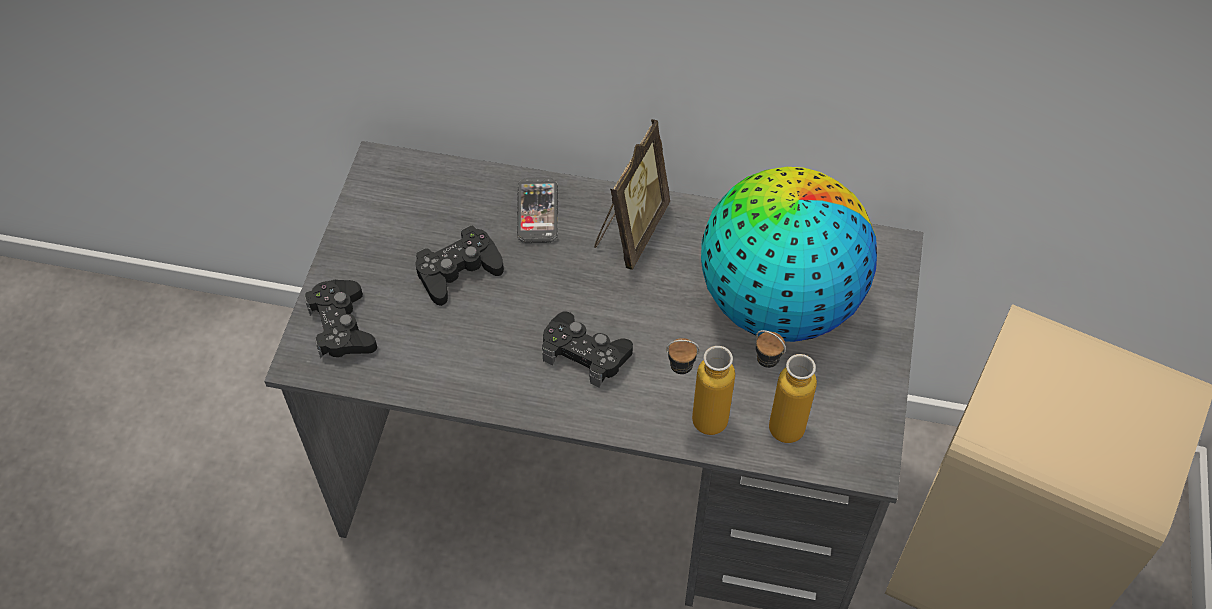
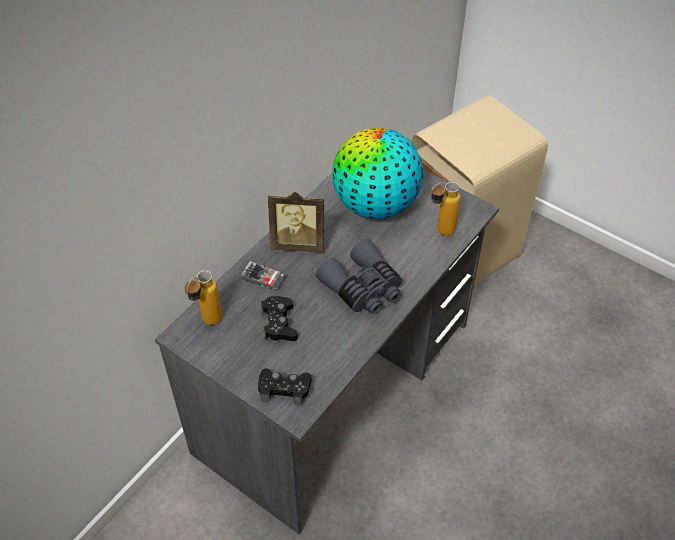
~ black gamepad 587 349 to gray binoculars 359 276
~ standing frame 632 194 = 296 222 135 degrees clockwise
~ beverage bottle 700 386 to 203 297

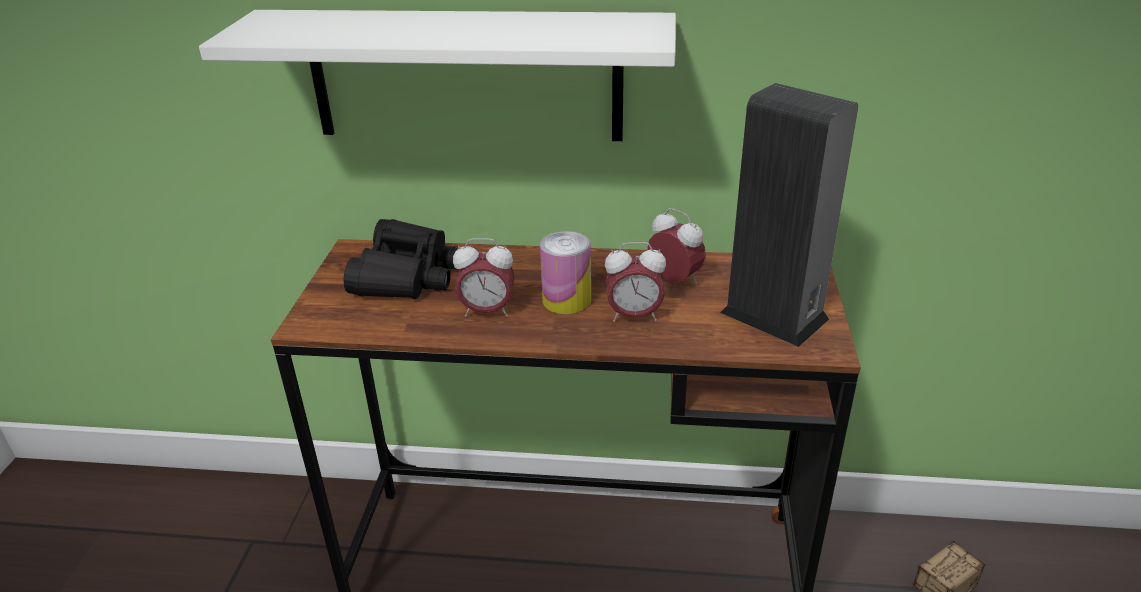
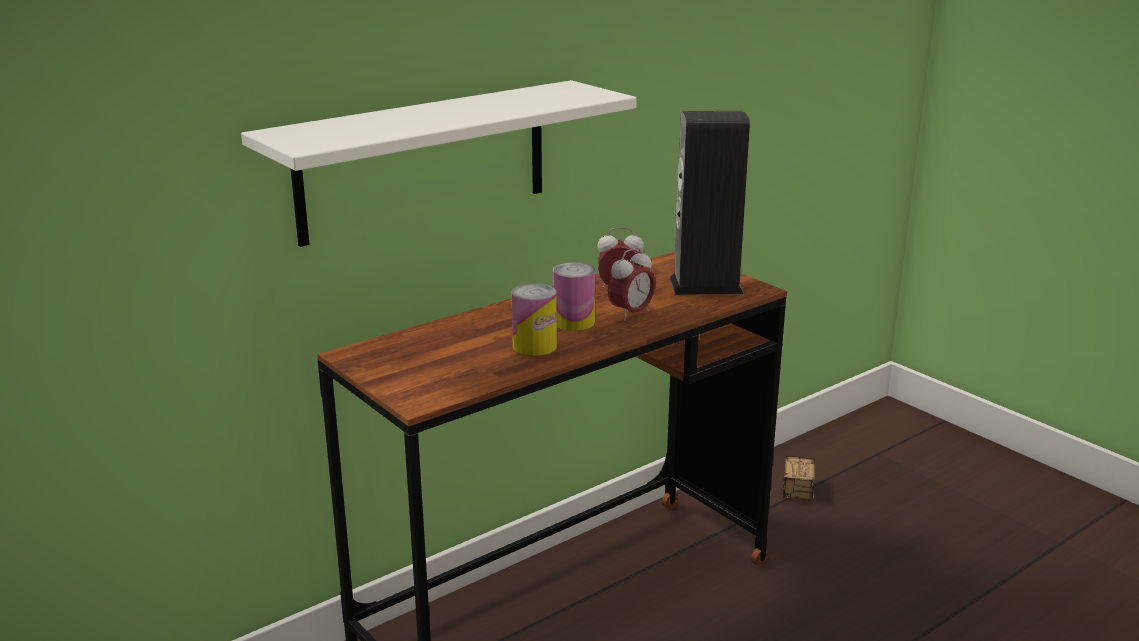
- black binoculars 401 259
~ bedside clock 484 277 to can 534 319

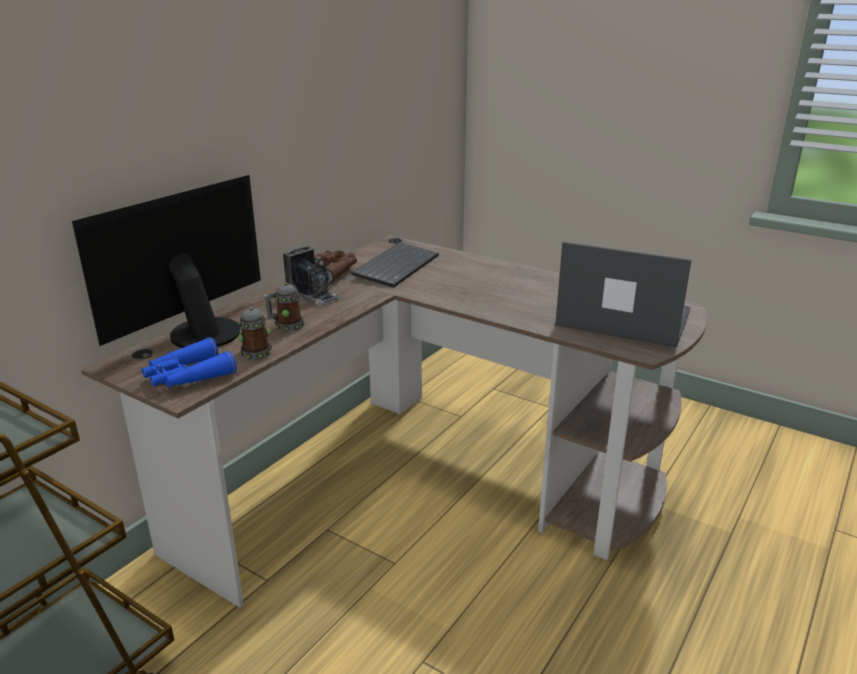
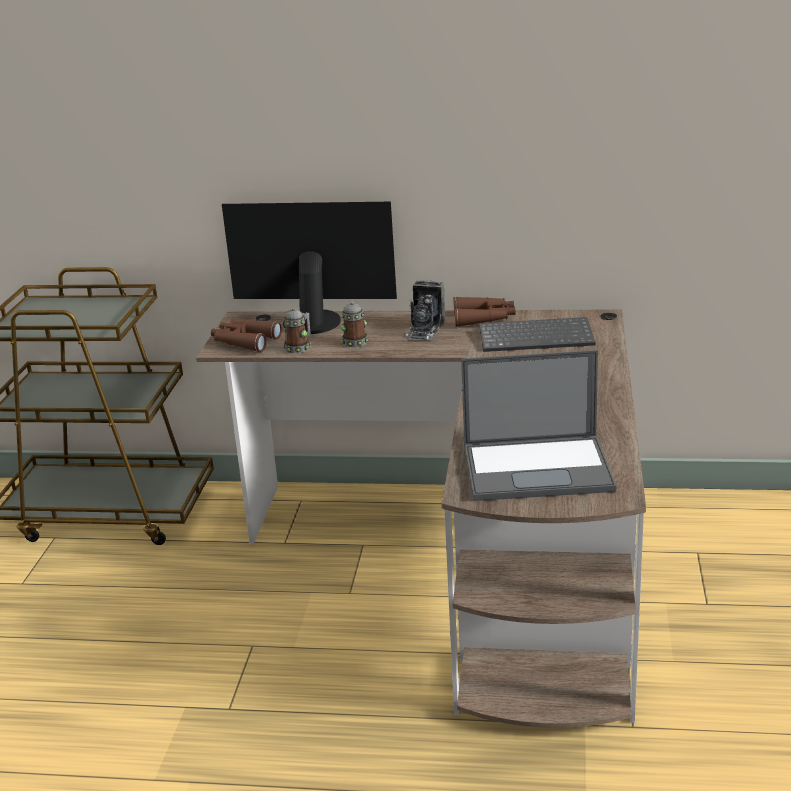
~ blue binoculars 189 362 to brownish binoculars 246 336
~ notebook computer 623 295 = 538 425 90 degrees clockwise

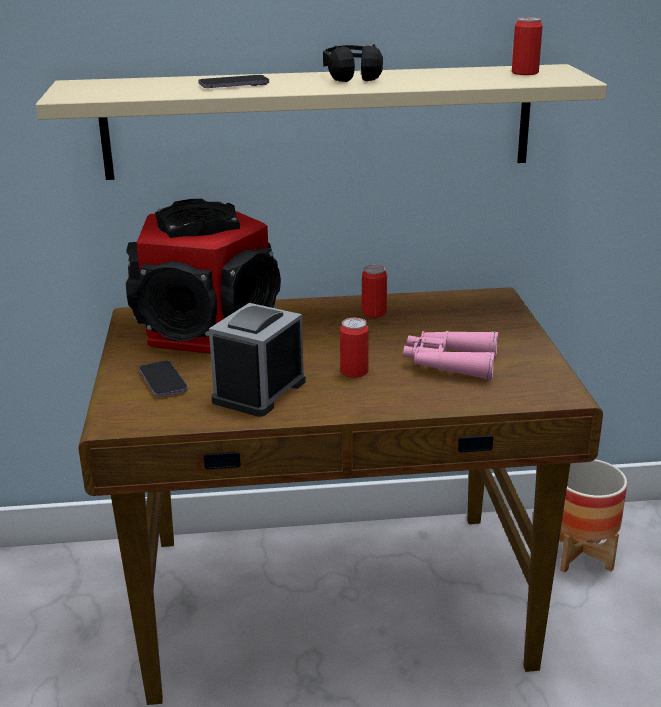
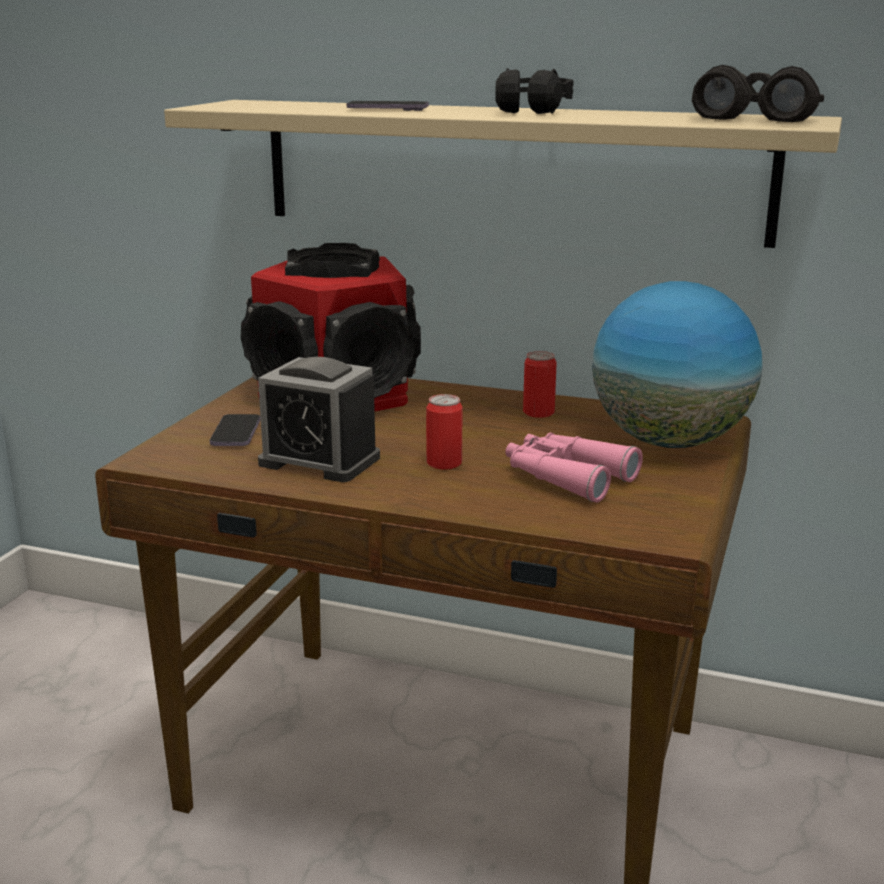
~ bedside clock 257 360 = 319 419 120 degrees counterclockwise
~ can 527 46 to black binoculars 758 93
- flower pot 593 516
+ world globe 677 364

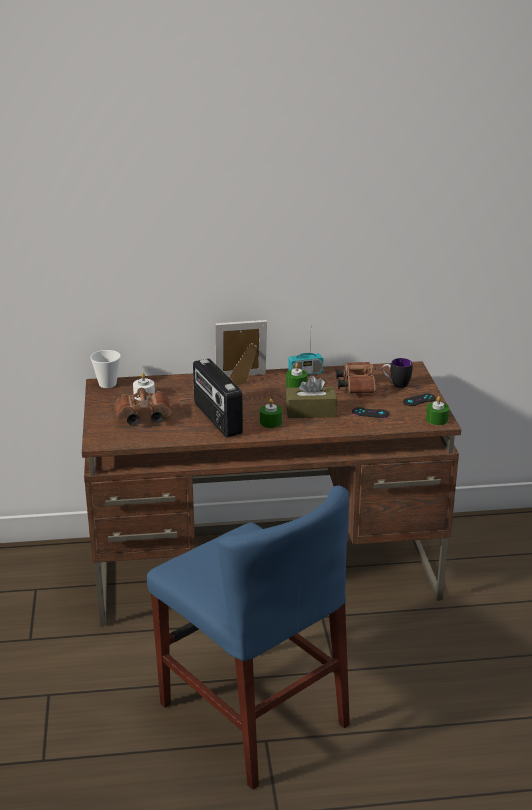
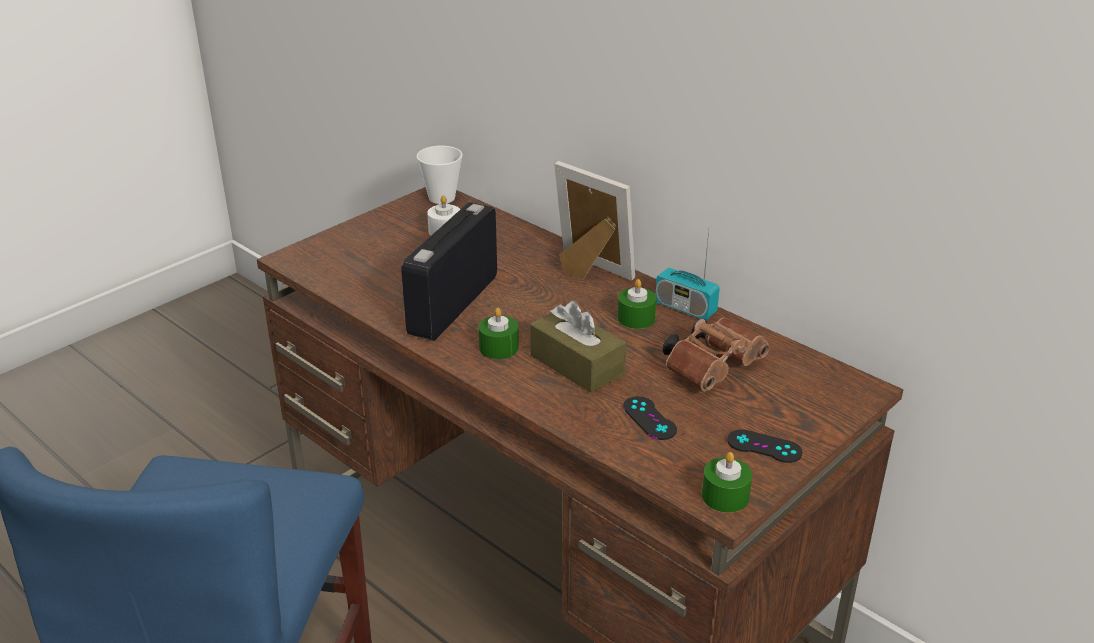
- brownish binoculars 143 407
- coffee mug 397 373

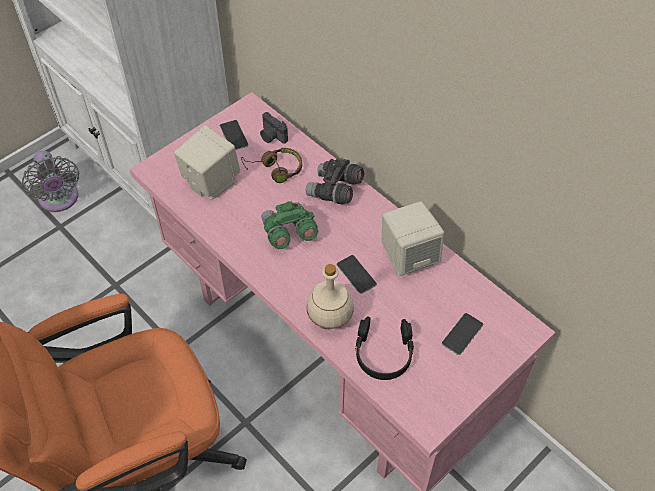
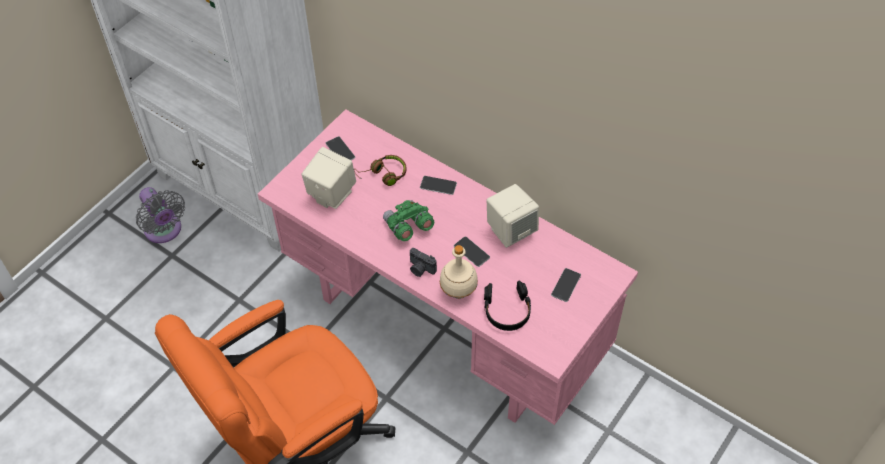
~ photo camera 274 128 to 423 262
~ gray binoculars 335 181 to handset 438 185

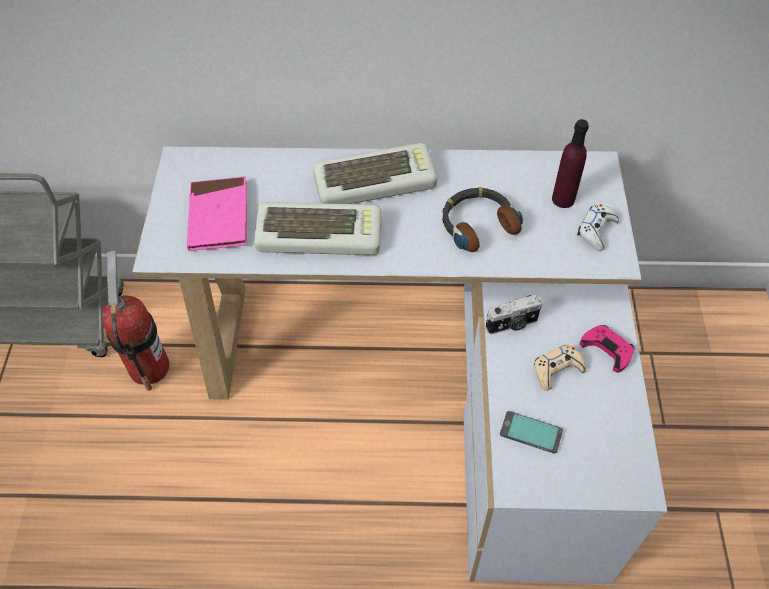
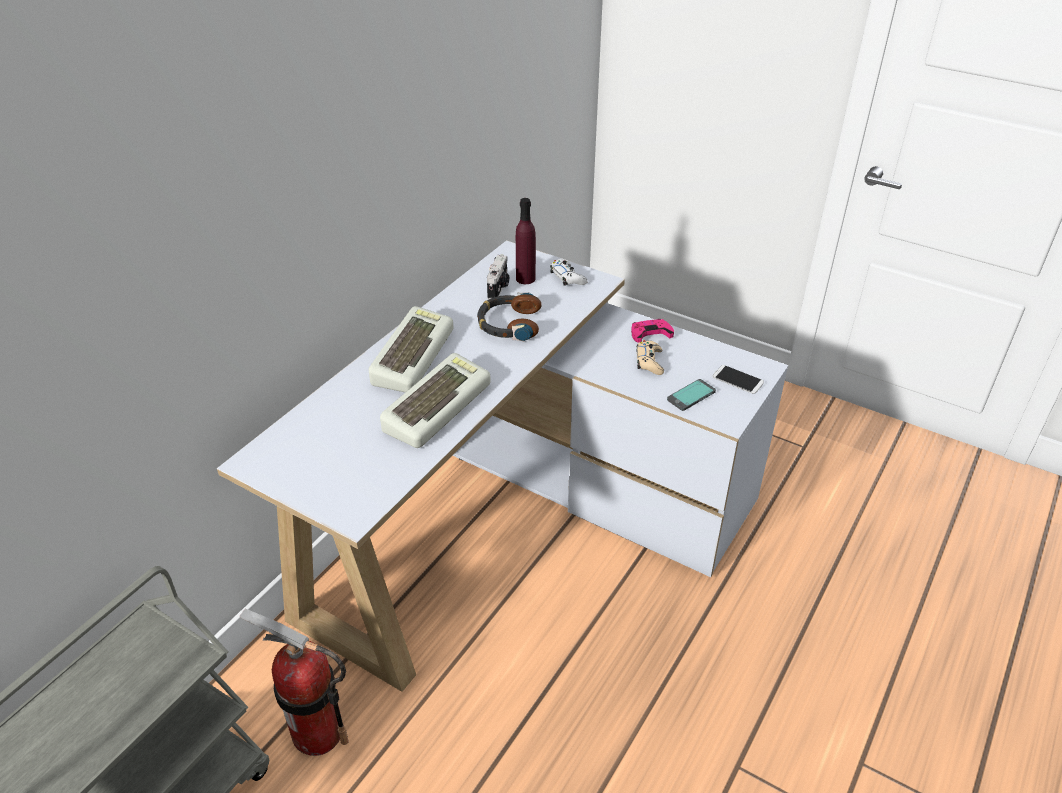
- pink-coloured volume 217 213
~ photo camera 514 315 to 498 277
+ handset 738 379

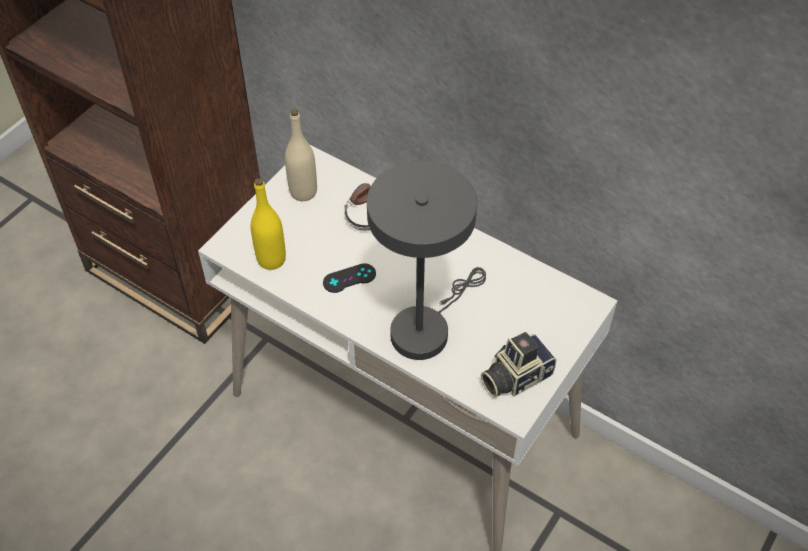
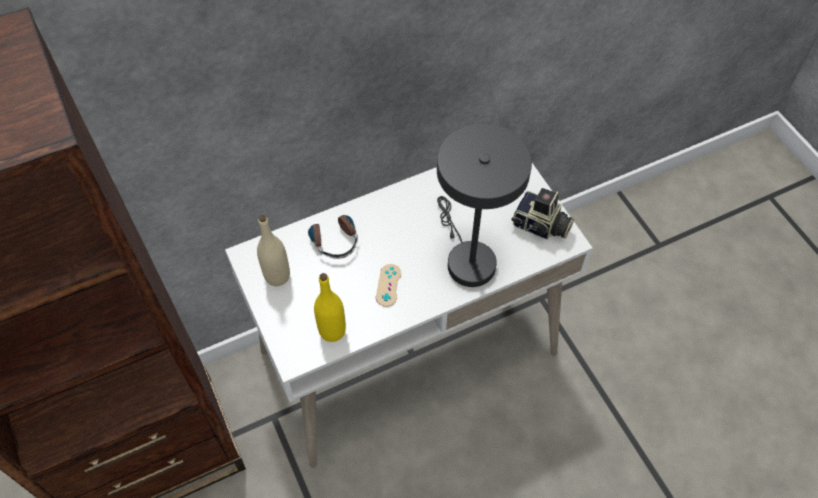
~ black gamepad 349 278 to beige gamepad 388 285
~ photo camera 519 364 = 542 214 60 degrees counterclockwise

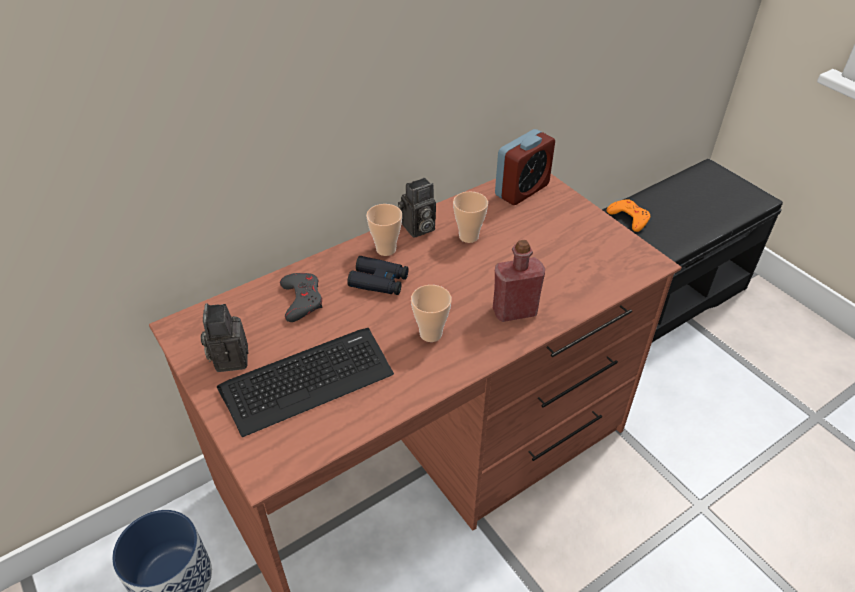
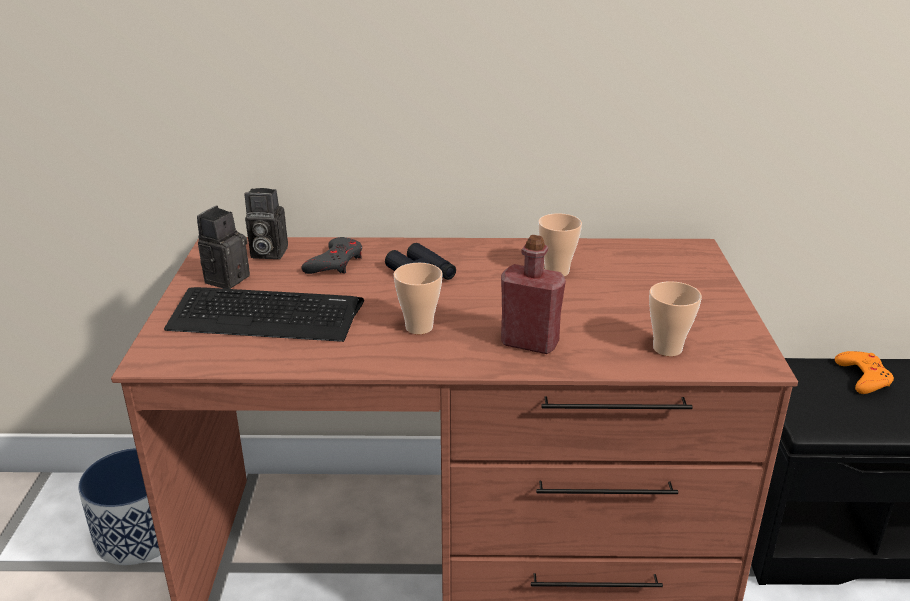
~ cup 384 230 to 675 318
~ photo camera 417 207 to 266 223
- bedside clock 525 167

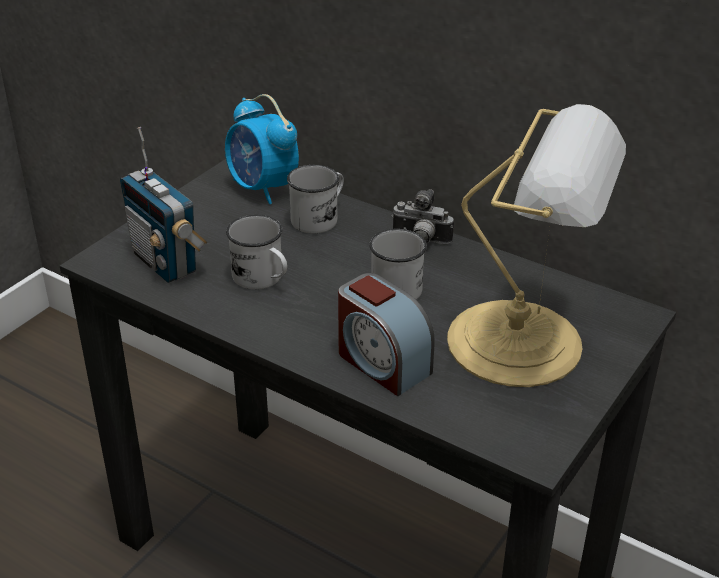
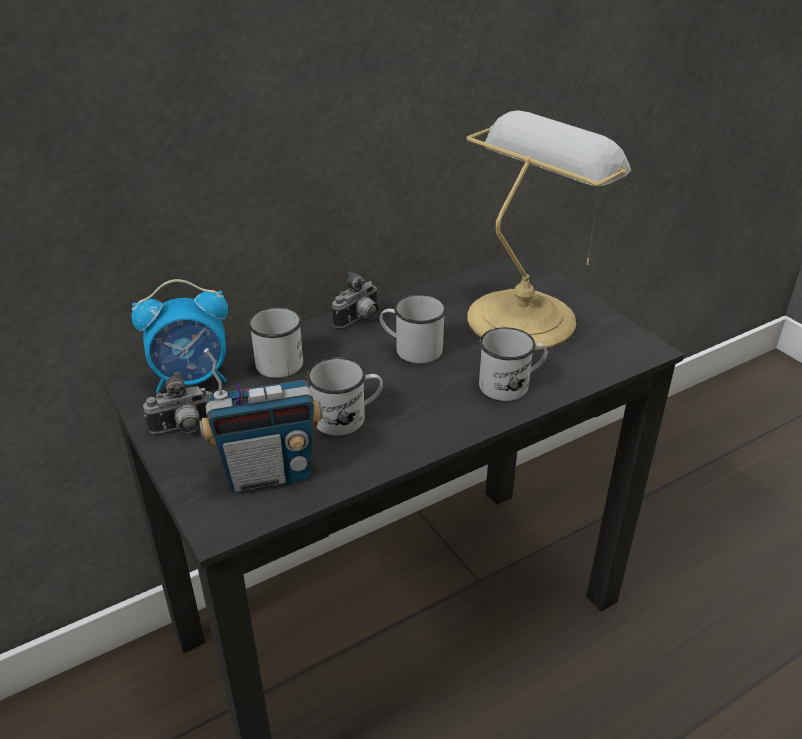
~ bedside clock 386 334 to white-coloured coffee mug 513 364
+ photo camera 177 403

